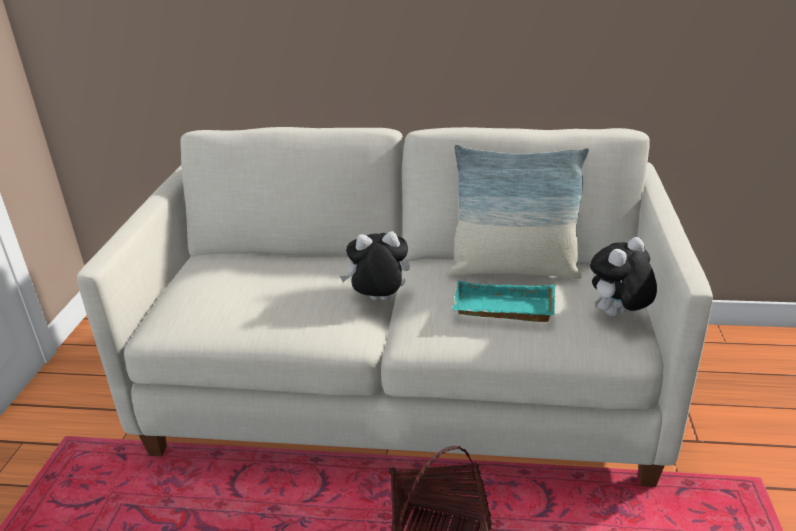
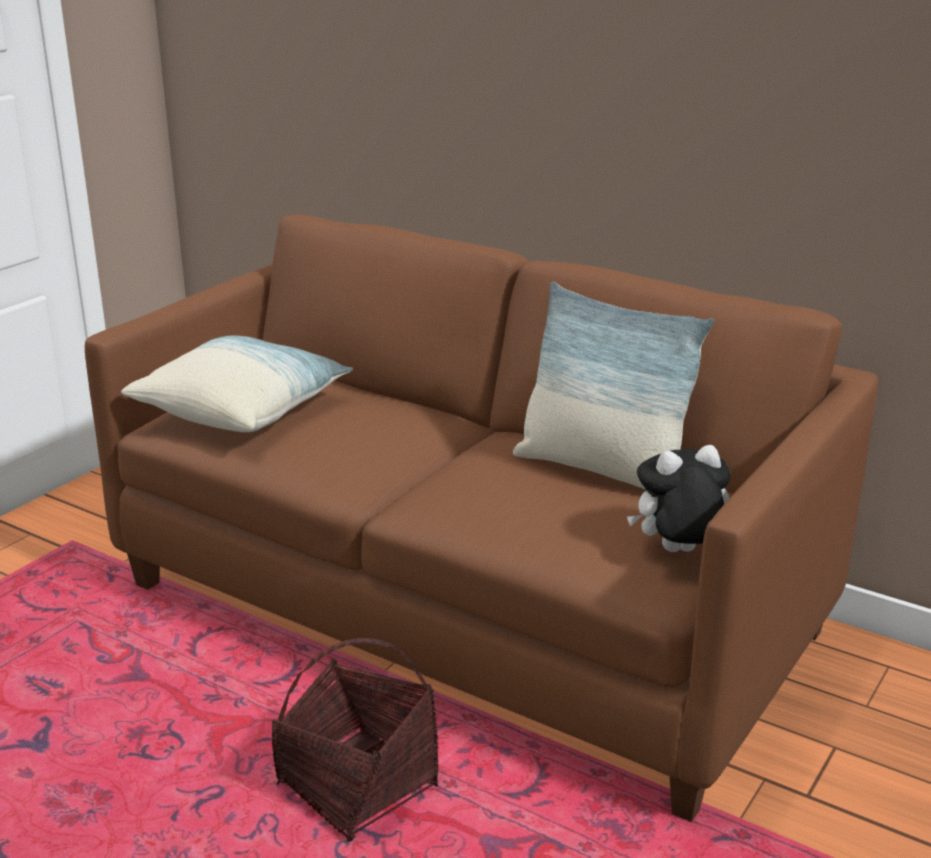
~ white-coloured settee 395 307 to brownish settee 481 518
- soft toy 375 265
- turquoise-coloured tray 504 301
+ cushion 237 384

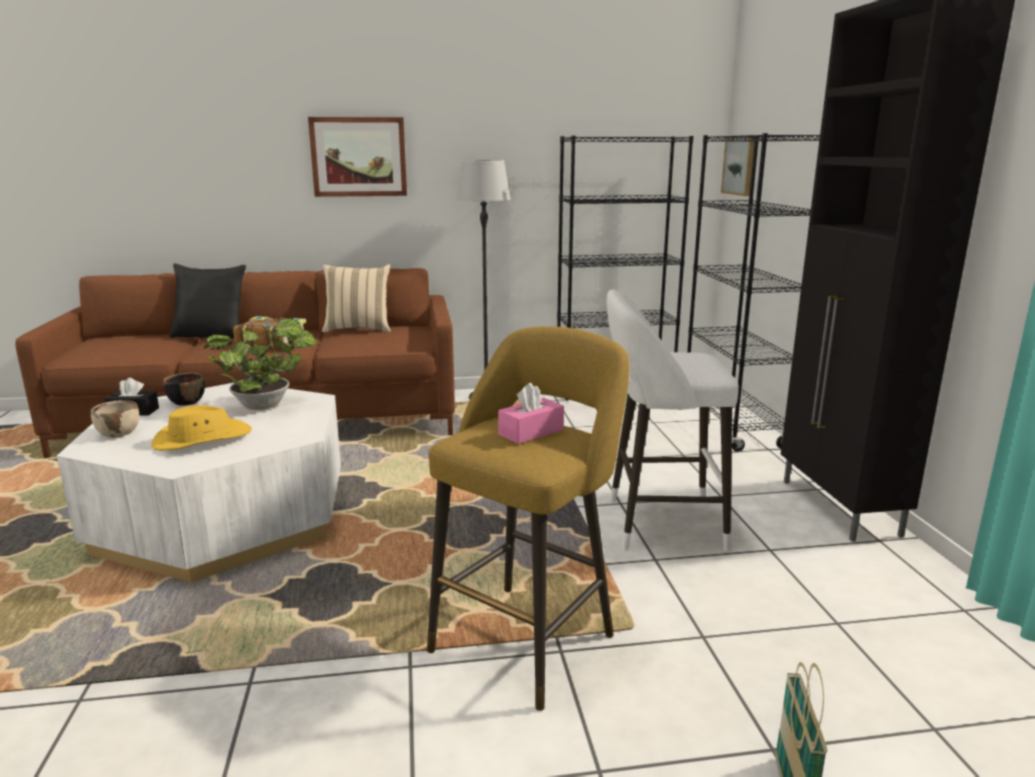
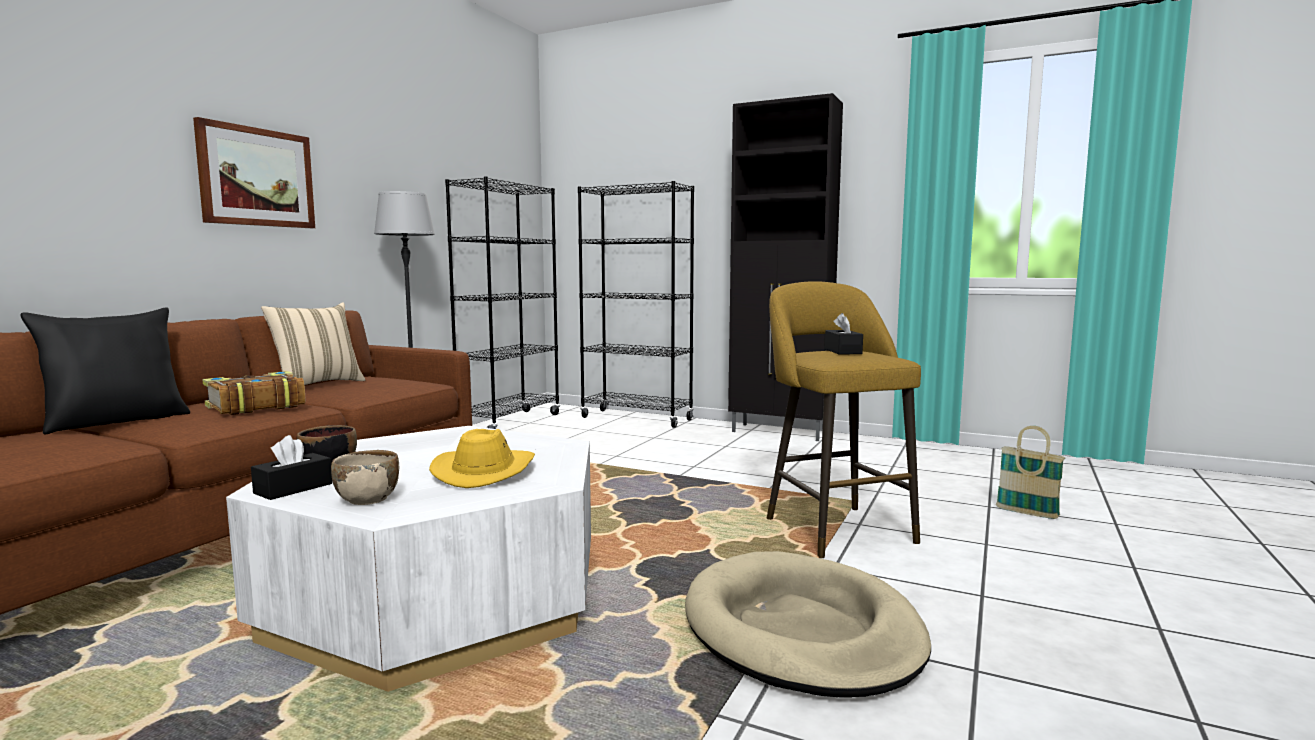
- plant in a pot 260 364
~ pink-coloured tissue box 531 413 to black tissue box 844 333
- white-coloured stool seat 672 420
- wall art 738 166
+ beige dog cushion 808 624

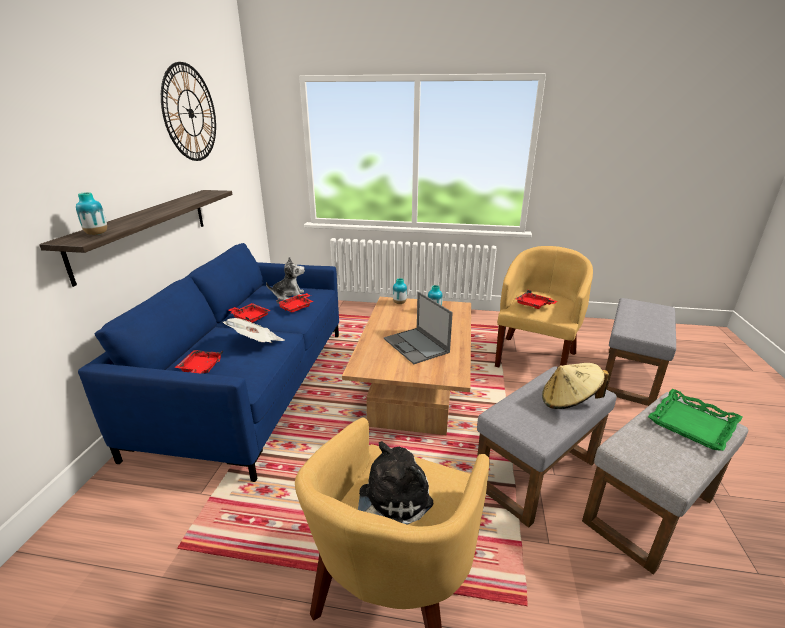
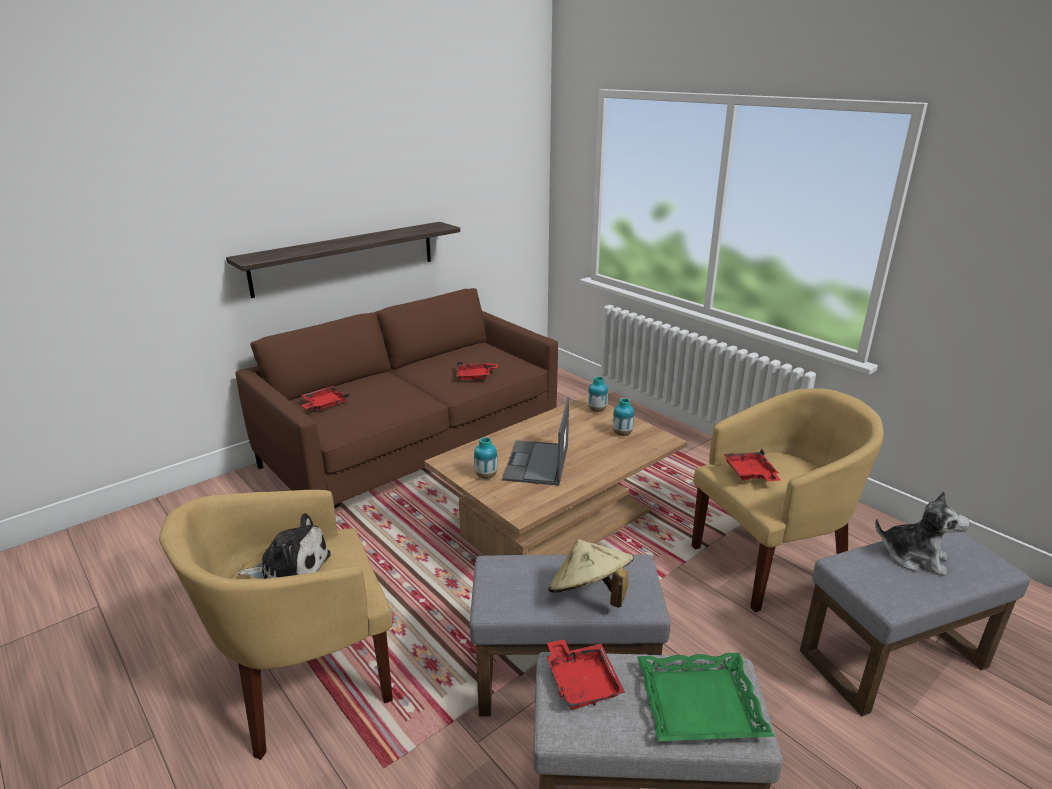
~ vase 91 213 to 486 458
~ blue settee 208 362 to brownish settee 397 398
- hanging clock 188 111
- printed paper 254 330
~ red tray 249 313 to 586 674
~ soft toy 285 278 to 922 533

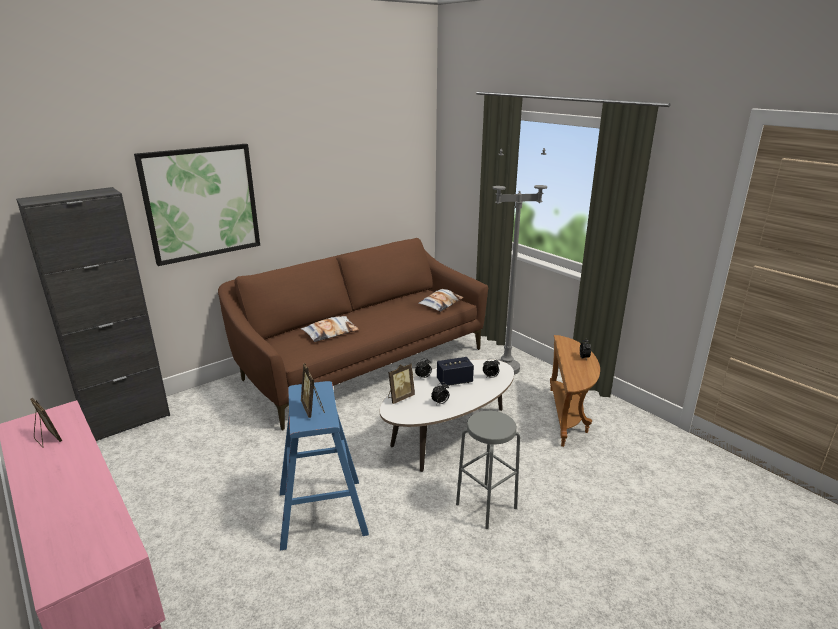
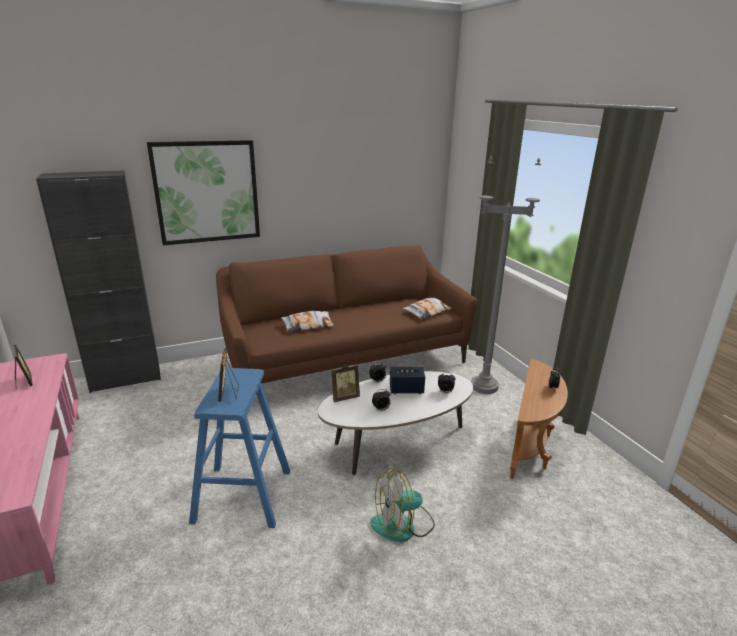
~ gray stool seat 488 470 to electric fan 402 505

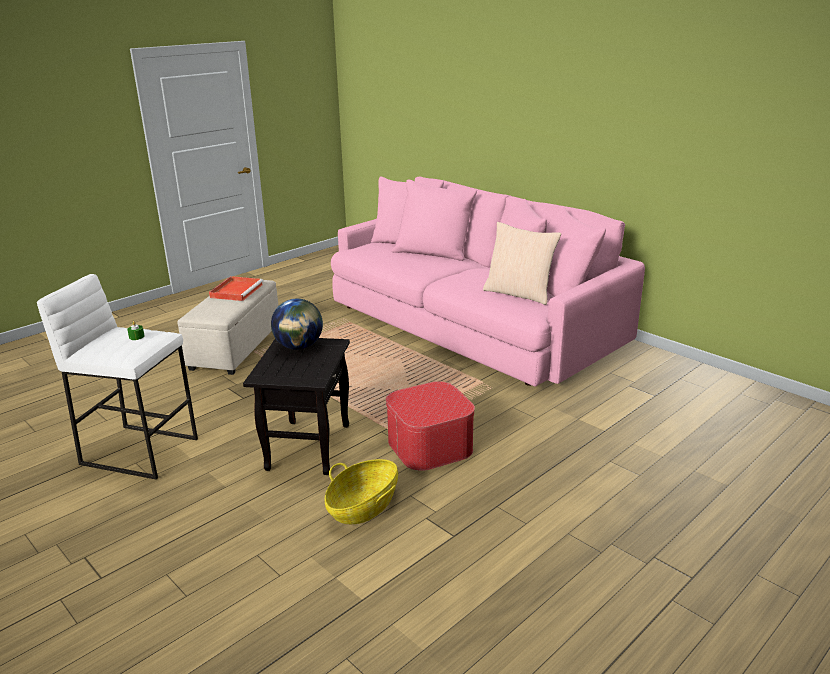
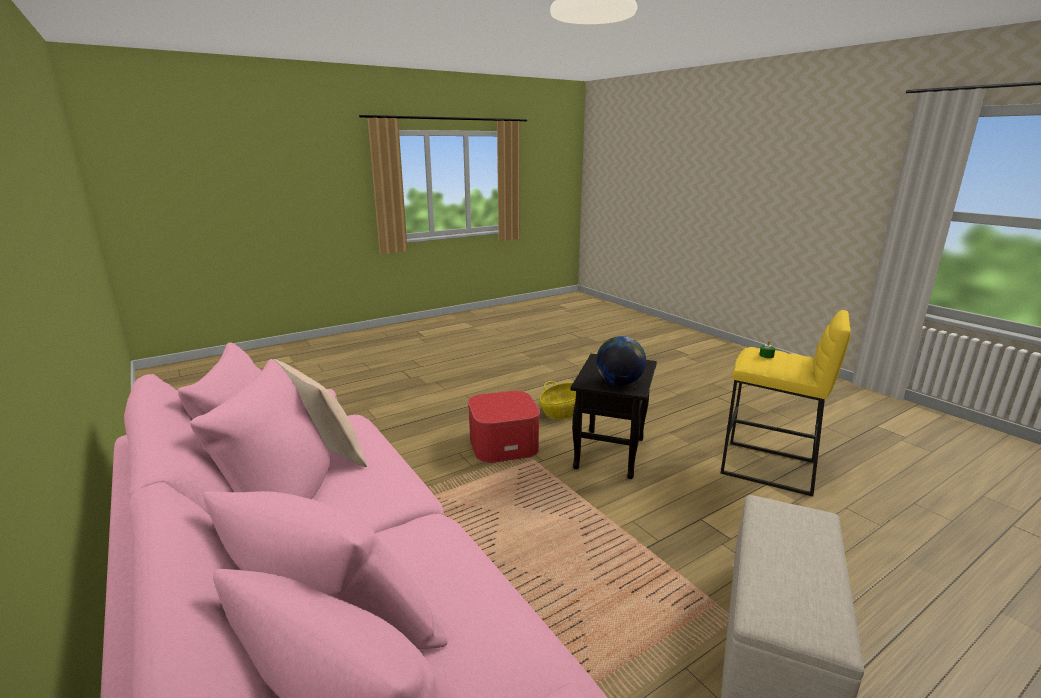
~ white-coloured stool seat 117 376 to yellow-coloured stool seat 786 403
- red tray 236 288

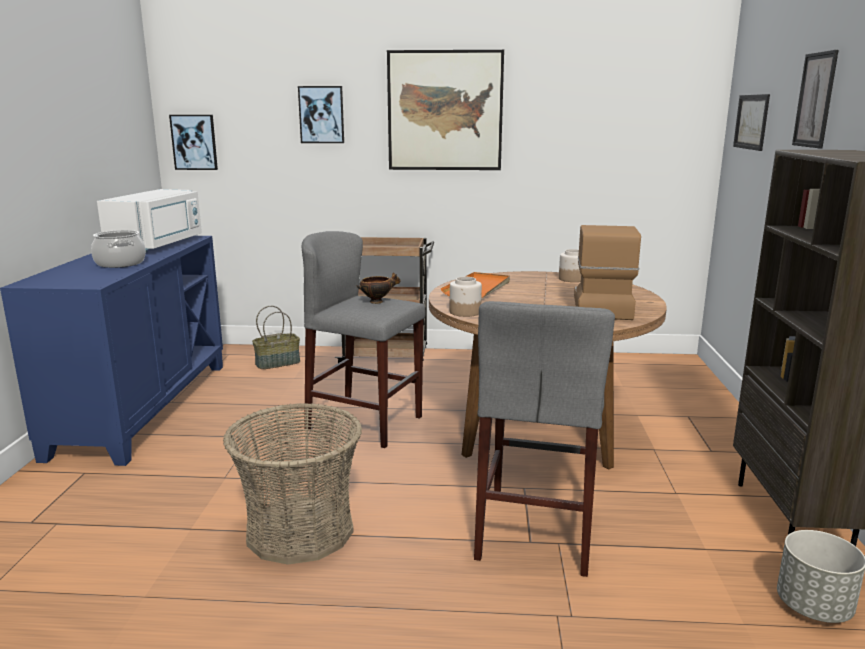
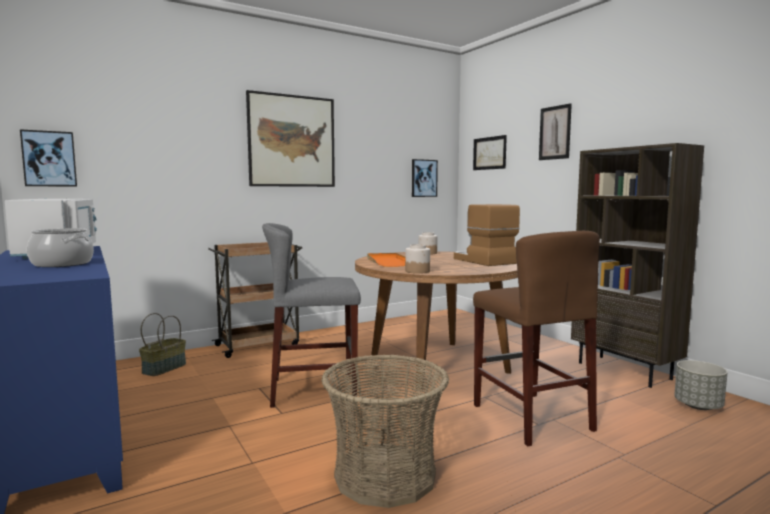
~ wall art 321 114 to 425 178
- serving bowl 379 288
~ gray stool seat 544 439 to brownish stool seat 536 338

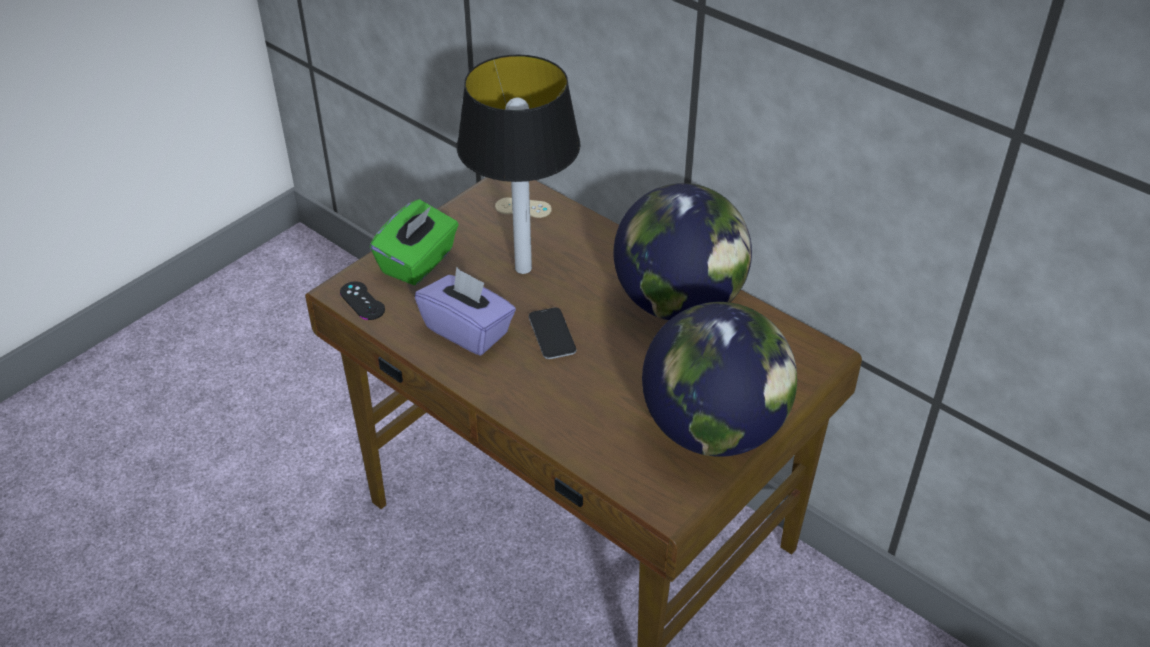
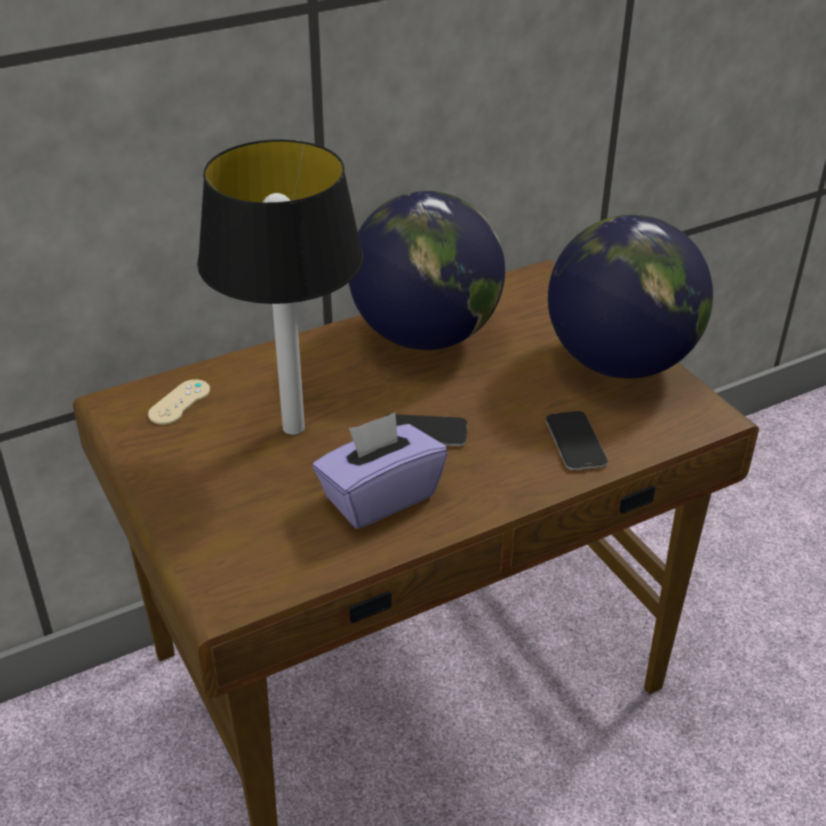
- black gamepad 362 300
- green tissue box 414 242
+ handset 577 440

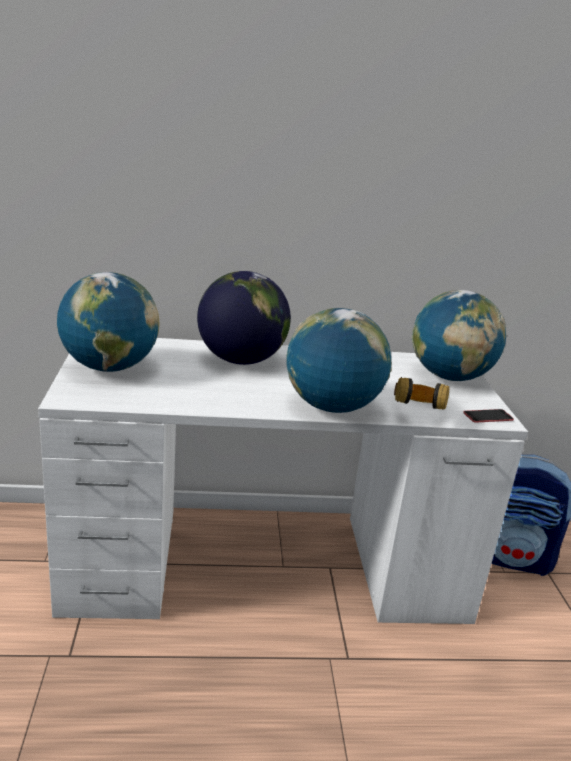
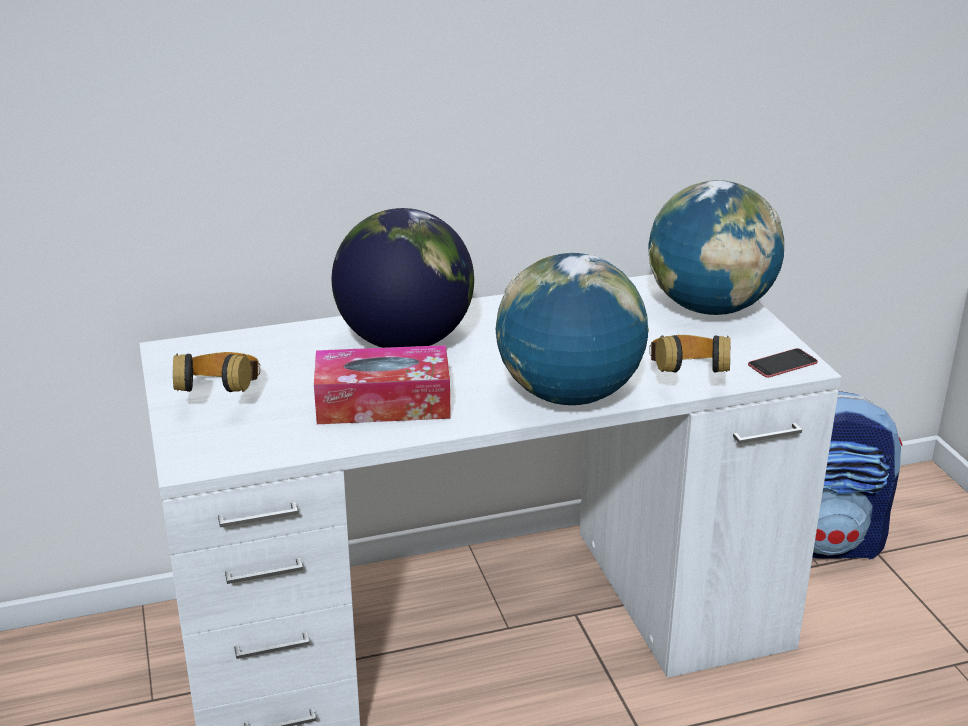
~ world globe 108 322 to headphones 216 372
+ tissue box 382 384

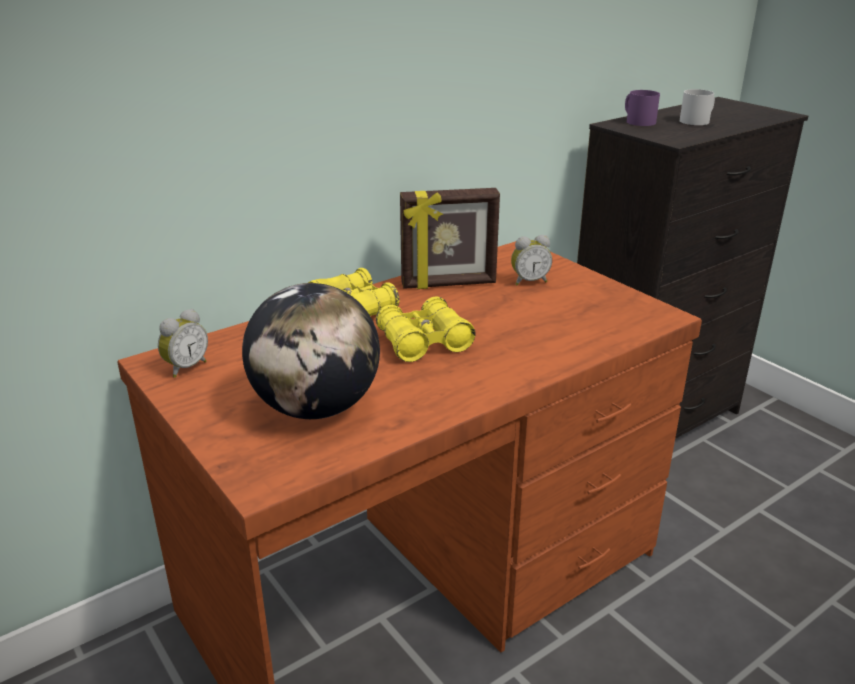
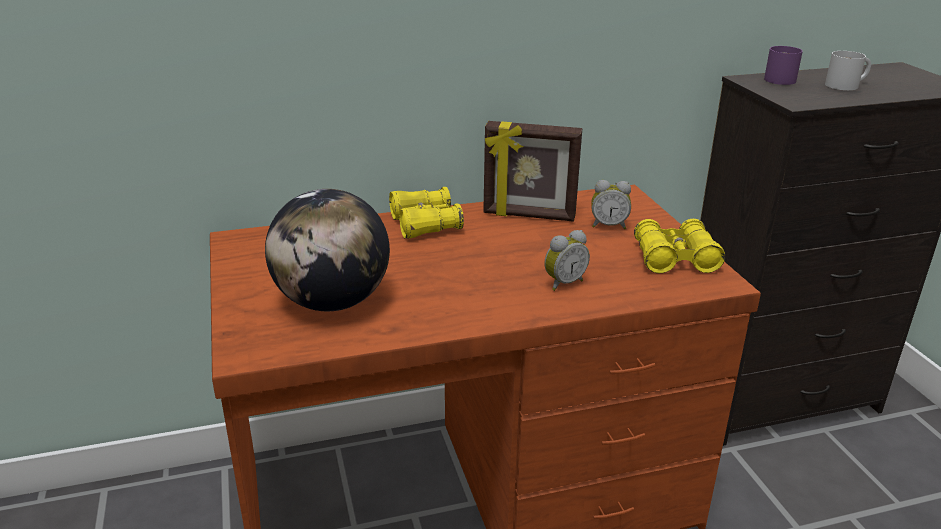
~ bedside clock 183 343 to 567 260
~ yellow-coloured binoculars 426 329 to 679 246

